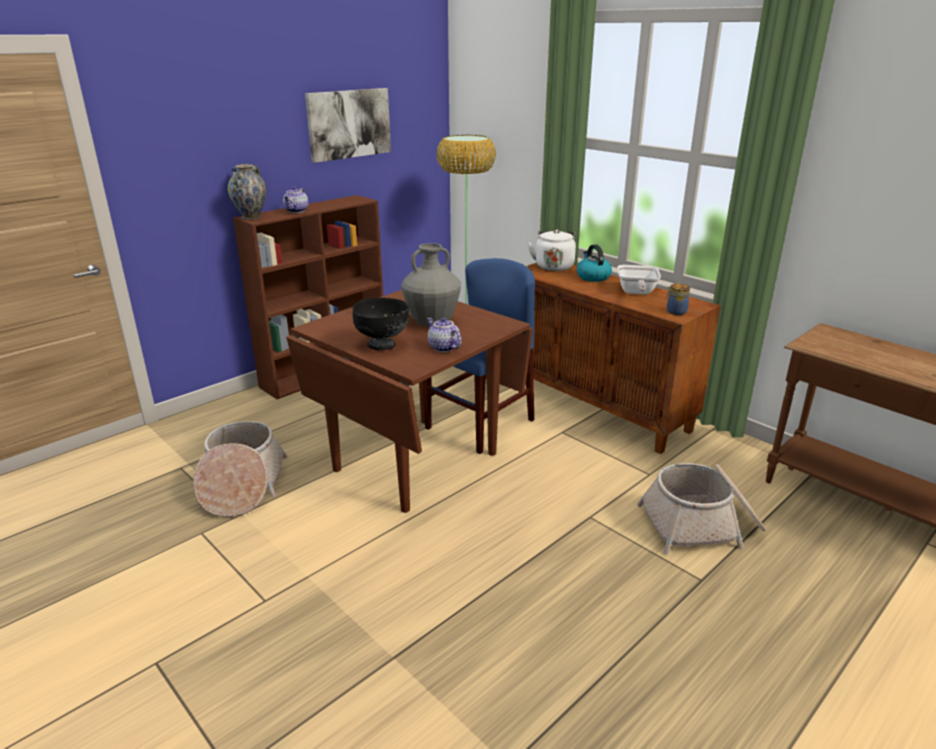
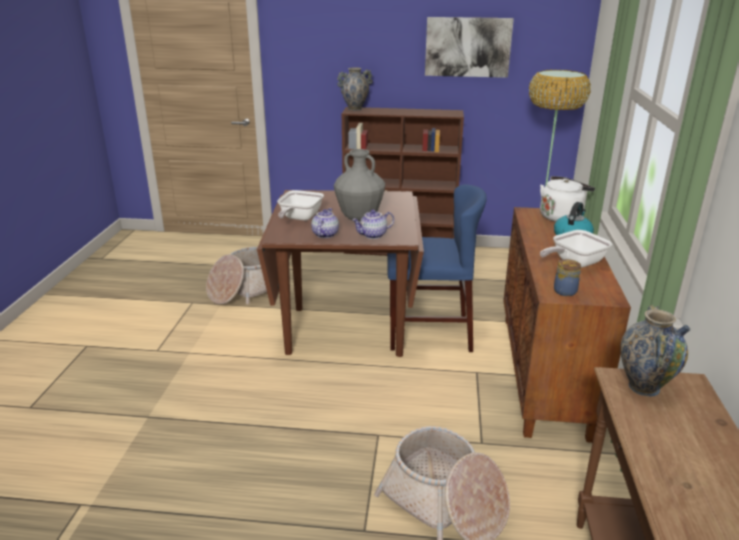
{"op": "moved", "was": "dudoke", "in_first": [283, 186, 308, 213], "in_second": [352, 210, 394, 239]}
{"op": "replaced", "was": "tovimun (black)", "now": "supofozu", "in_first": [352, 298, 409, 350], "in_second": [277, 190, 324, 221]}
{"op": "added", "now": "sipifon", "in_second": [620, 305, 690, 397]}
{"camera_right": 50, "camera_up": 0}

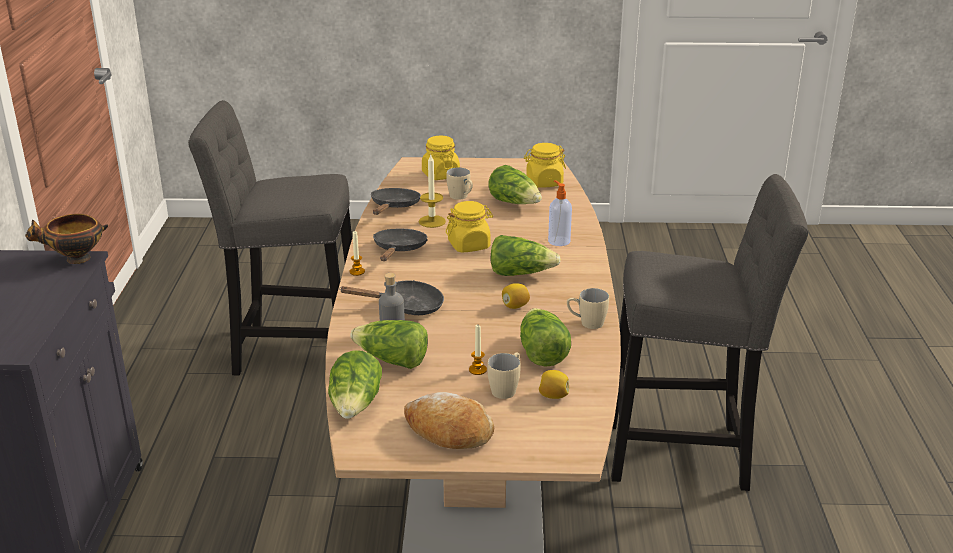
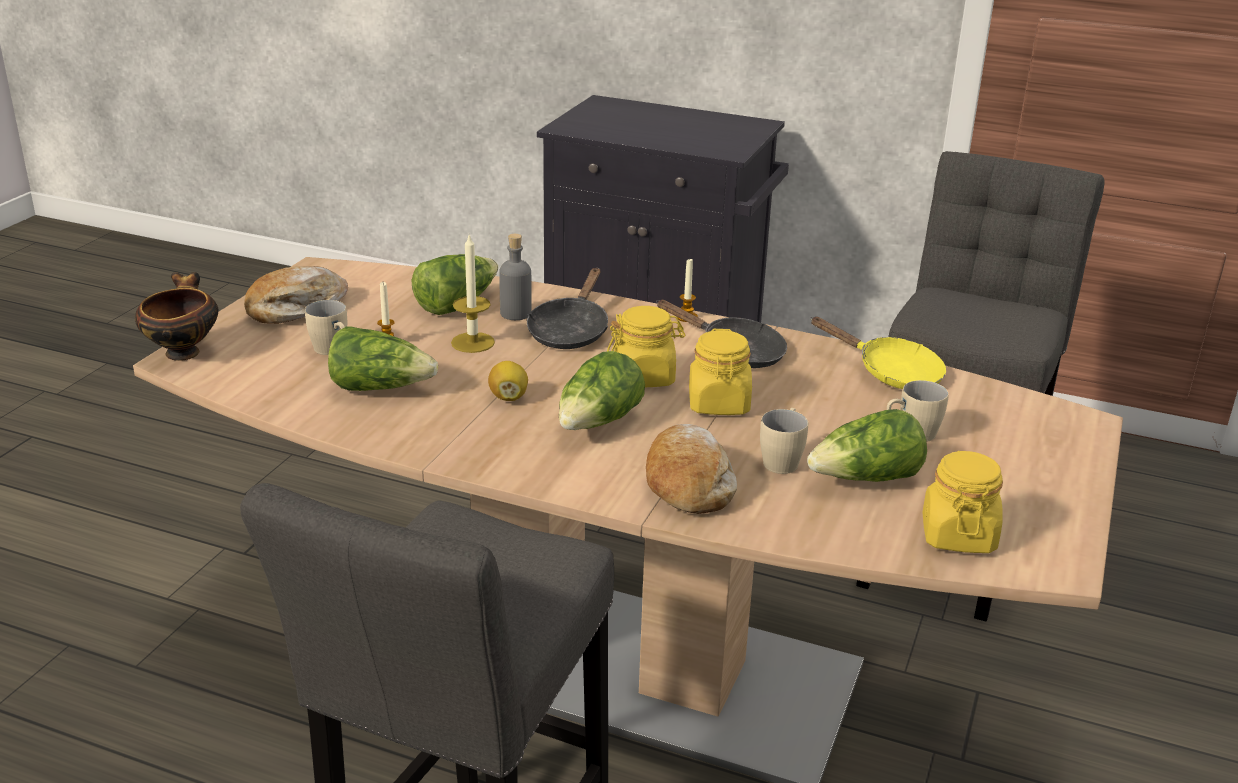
{"op": "moved", "was": "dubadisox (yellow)", "in_first": [422, 136, 460, 180], "in_second": [607, 306, 685, 387]}
{"op": "moved", "was": "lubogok", "in_first": [419, 155, 446, 228], "in_second": [451, 235, 495, 353]}
{"op": "replaced", "was": "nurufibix", "now": "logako", "in_first": [548, 180, 572, 246], "in_second": [646, 424, 737, 514]}
{"op": "recoloured", "was": "supofozu (black)", "now": "supofozu (yellow)", "in_first": [371, 188, 421, 215], "in_second": [810, 317, 946, 389]}
{"op": "moved", "was": "tovimun", "in_first": [25, 214, 108, 264], "in_second": [135, 272, 218, 361]}
{"op": "moved", "was": "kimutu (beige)", "in_first": [567, 288, 609, 329], "in_second": [760, 408, 808, 474]}
{"op": "removed", "was": "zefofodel", "in_first": [328, 350, 382, 419]}
{"op": "removed", "was": "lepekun", "in_first": [539, 370, 569, 399]}
{"camera_right": 110, "camera_up": 0}

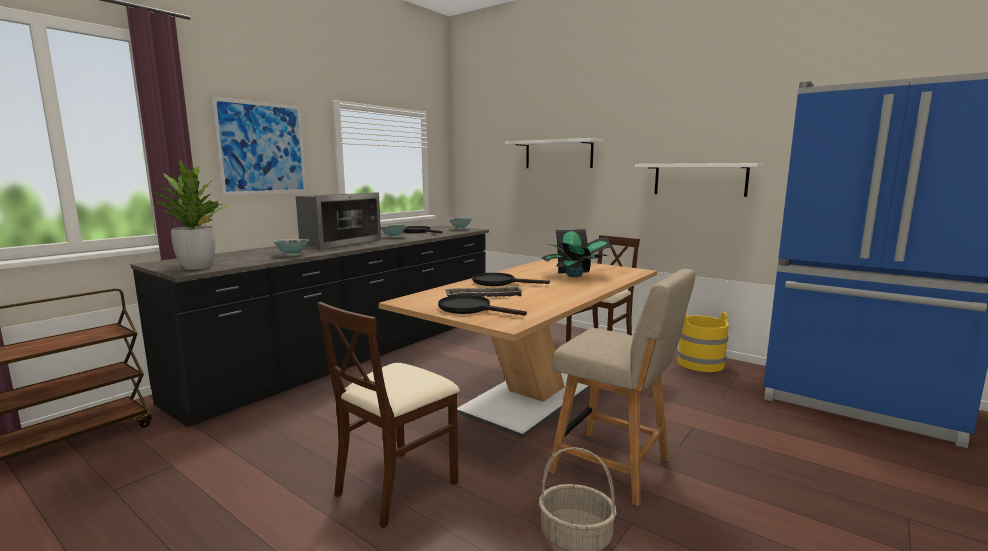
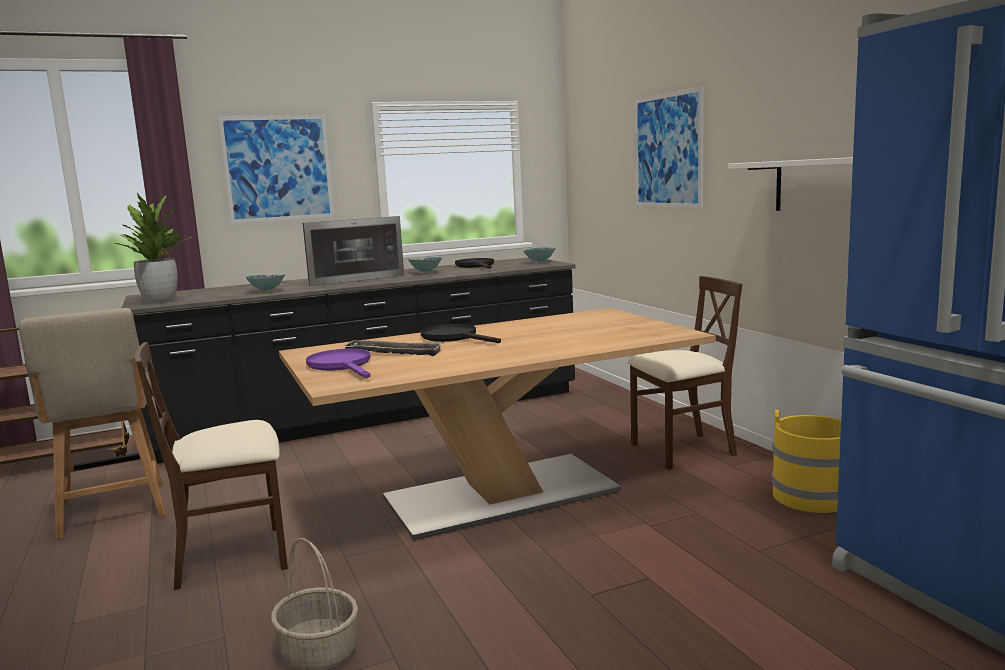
{"op": "replaced", "was": "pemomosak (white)", "now": "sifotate", "in_first": [505, 138, 603, 168], "in_second": [635, 86, 704, 208]}
{"op": "removed", "was": "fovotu", "in_first": [541, 229, 612, 277]}
{"op": "moved", "was": "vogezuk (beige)", "in_first": [549, 269, 696, 506], "in_second": [19, 308, 166, 539]}
{"op": "recoloured", "was": "supofozu (black)", "now": "supofozu (purple)", "in_first": [438, 295, 527, 316], "in_second": [306, 349, 371, 378]}
{"camera_right": 30, "camera_up": 0}

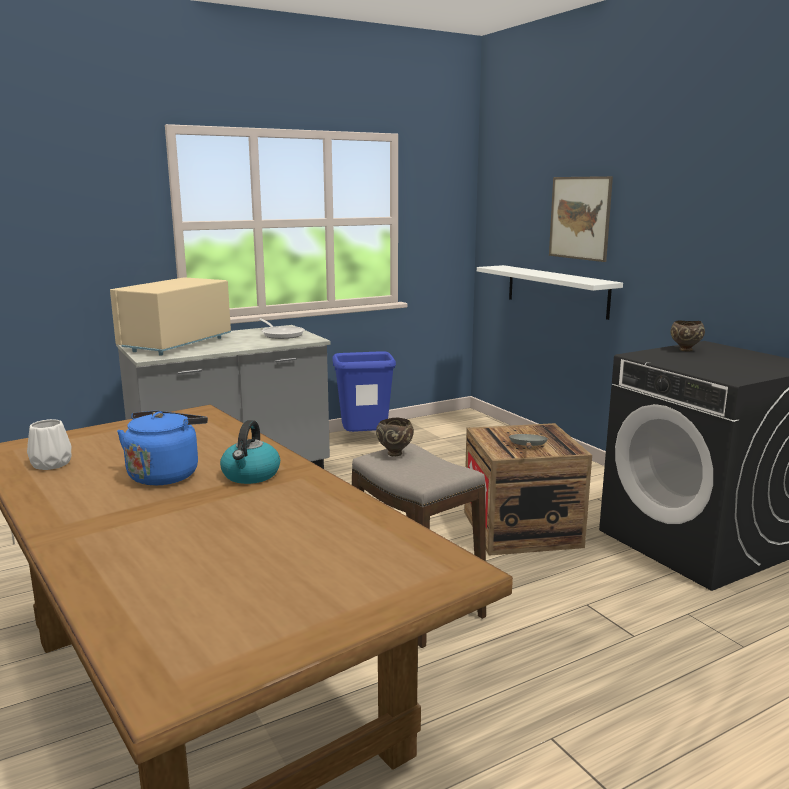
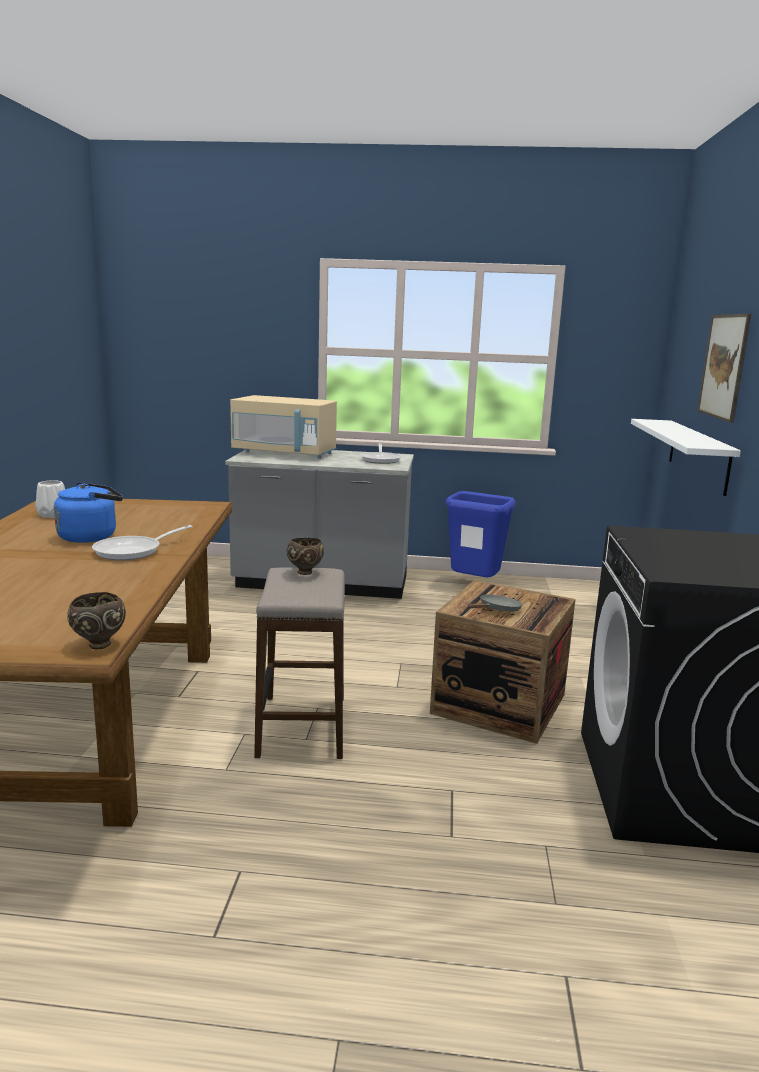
{"op": "turned", "was": "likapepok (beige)", "in_first": [110, 277, 231, 356], "in_second": [230, 395, 337, 459], "clockwise": -135}
{"op": "moved", "was": "tovimun (brown)", "in_first": [670, 320, 705, 352], "in_second": [67, 592, 126, 649]}
{"op": "replaced", "was": "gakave", "now": "supofozu", "in_first": [220, 420, 280, 484], "in_second": [92, 525, 193, 561]}
{"camera_right": 35, "camera_up": 0}

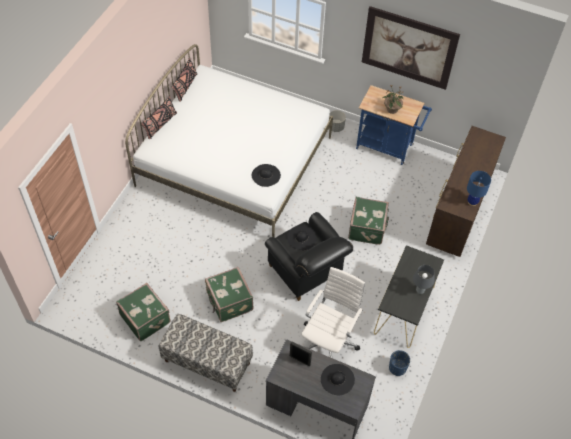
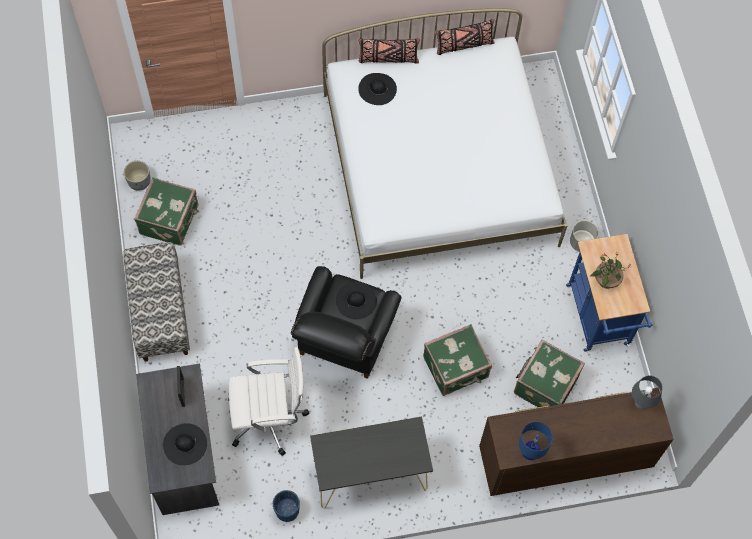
{"op": "removed", "was": "sifotate", "in_first": [362, 6, 460, 90]}
{"op": "moved", "was": "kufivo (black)", "in_first": [252, 164, 281, 187], "in_second": [358, 73, 397, 105]}
{"op": "moved", "was": "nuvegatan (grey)", "in_first": [413, 265, 435, 294], "in_second": [632, 376, 663, 409]}
{"op": "moved", "was": "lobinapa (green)", "in_first": [205, 267, 254, 322], "in_second": [514, 340, 585, 407]}
{"op": "added", "now": "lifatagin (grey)", "in_second": [124, 161, 150, 191]}
{"camera_right": 55, "camera_up": 10}

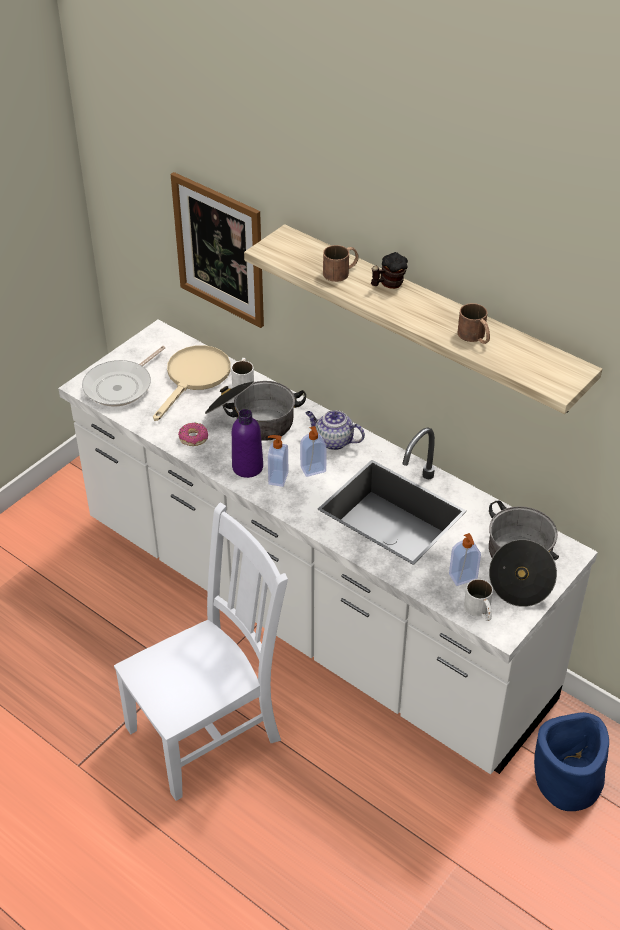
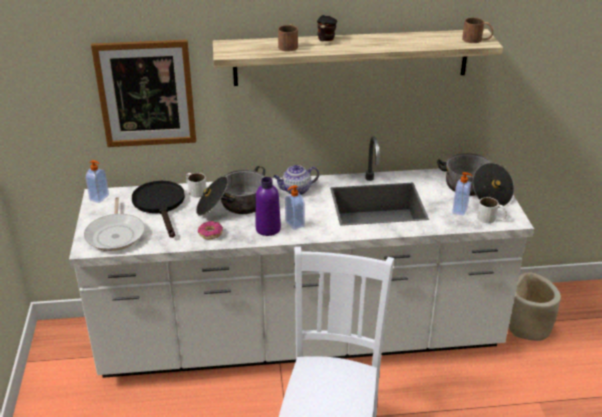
{"op": "moved", "was": "kimutu (brown)", "in_first": [458, 303, 490, 344], "in_second": [462, 18, 493, 43]}
{"op": "recoloured", "was": "supofozu (beige)", "now": "supofozu (black)", "in_first": [153, 345, 231, 421], "in_second": [132, 181, 185, 238]}
{"op": "moved", "was": "nurufibix", "in_first": [300, 426, 327, 477], "in_second": [86, 160, 109, 203]}
{"op": "recoloured", "was": "lifatagin (blue)", "now": "lifatagin (beige)", "in_first": [534, 712, 609, 811], "in_second": [509, 272, 561, 341]}
{"camera_right": -45, "camera_up": -10}

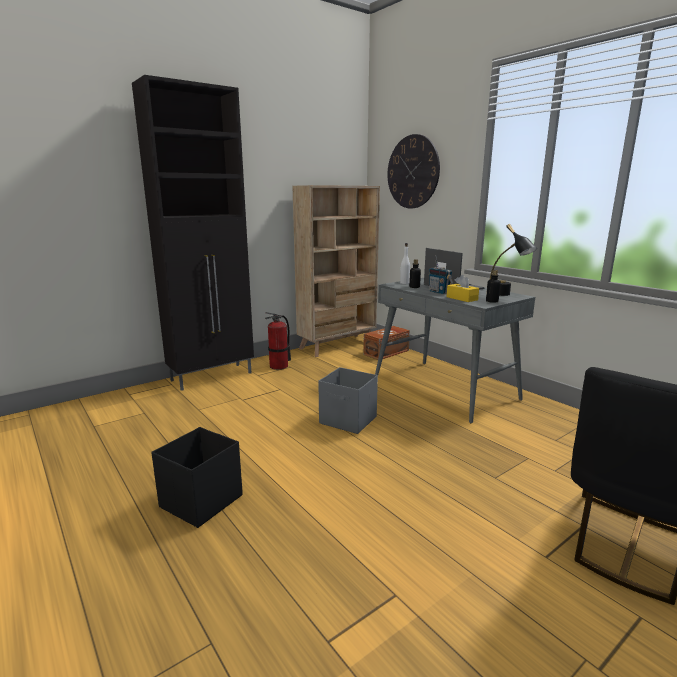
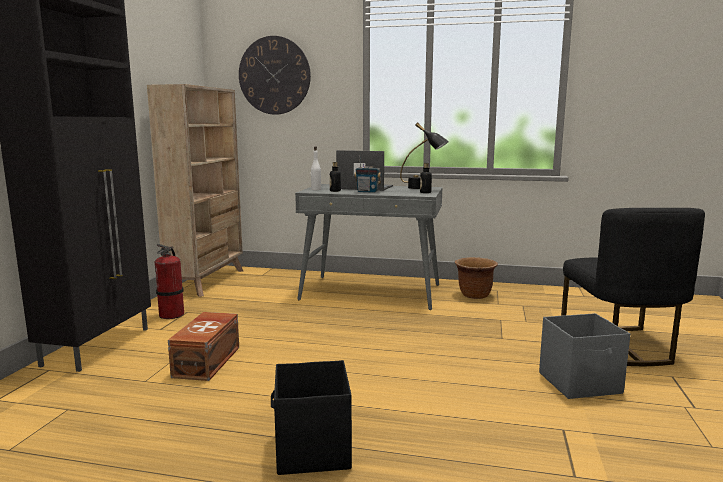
{"op": "removed", "was": "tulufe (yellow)", "in_first": [447, 275, 479, 302]}
{"op": "moved", "was": "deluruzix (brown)", "in_first": [363, 326, 410, 360], "in_second": [168, 312, 239, 381]}
{"op": "moved", "was": "deluruzix (grey)", "in_first": [318, 367, 378, 434], "in_second": [539, 313, 630, 399]}
{"op": "added", "now": "lifatagin (brown)", "in_second": [455, 257, 498, 299]}
{"camera_right": -40, "camera_up": -5}

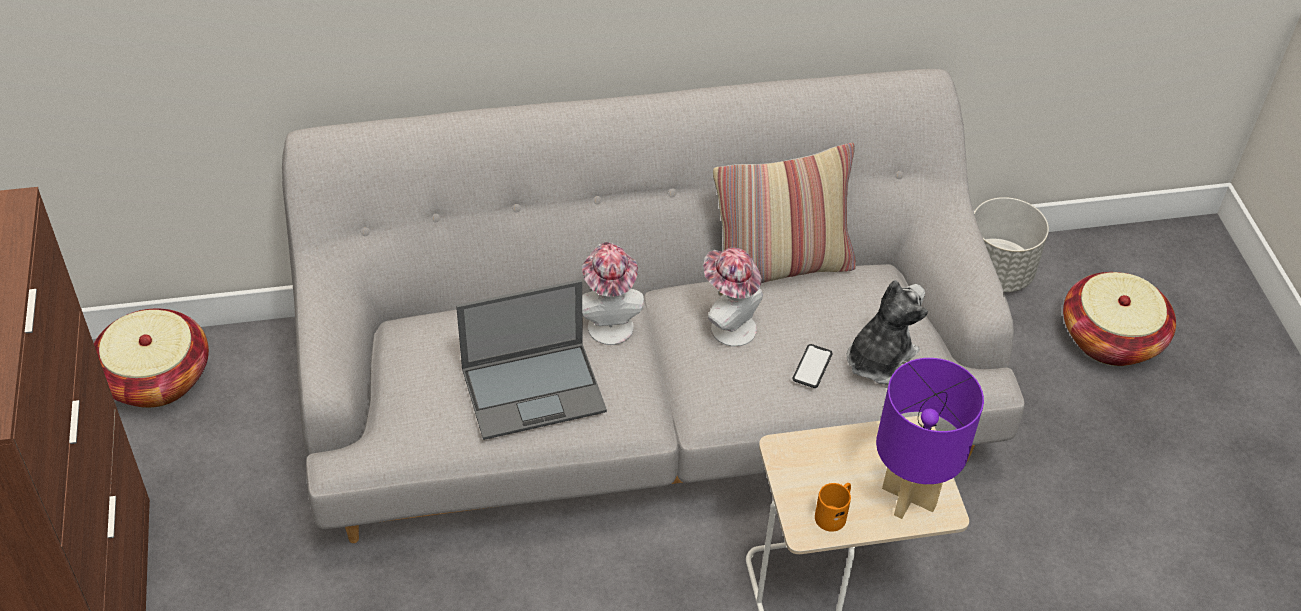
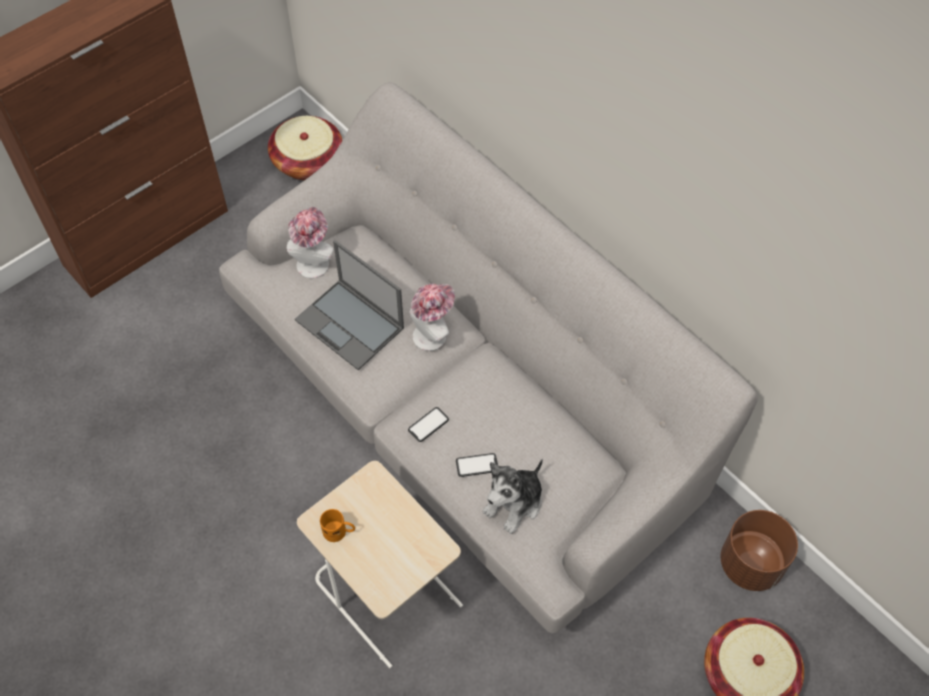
{"op": "removed", "was": "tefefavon", "in_first": [713, 143, 856, 296]}
{"op": "recoloured", "was": "lifatagin (grey)", "now": "lifatagin (brown)", "in_first": [974, 197, 1049, 292], "in_second": [721, 510, 798, 591]}
{"op": "moved", "was": "kufivo", "in_first": [704, 248, 763, 347], "in_second": [287, 207, 334, 279]}
{"op": "turned", "was": "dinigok", "in_first": [847, 280, 928, 384], "in_second": [483, 459, 543, 534], "clockwise": 120}
{"op": "removed", "was": "nuvegatan (purple)", "in_first": [876, 358, 984, 519]}
{"op": "added", "now": "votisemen", "in_second": [408, 407, 449, 442]}
{"camera_right": 60, "camera_up": 10}

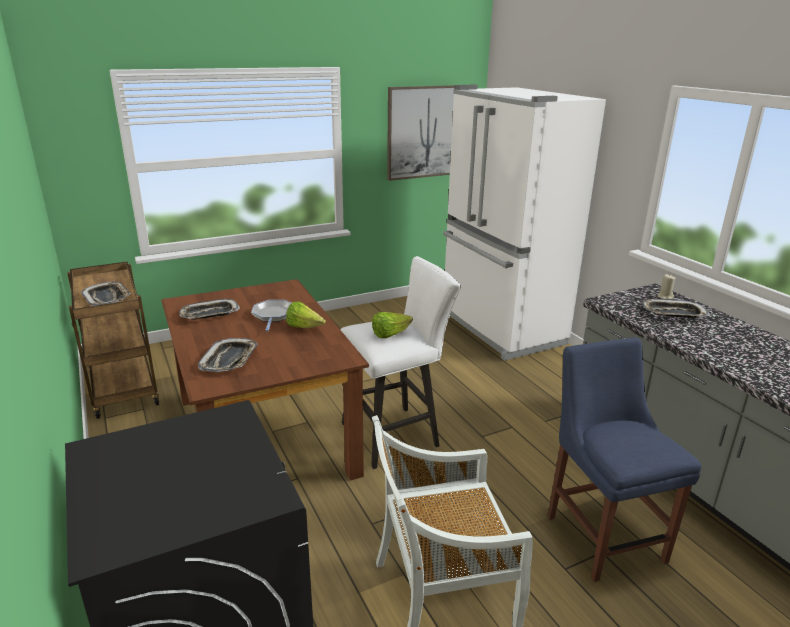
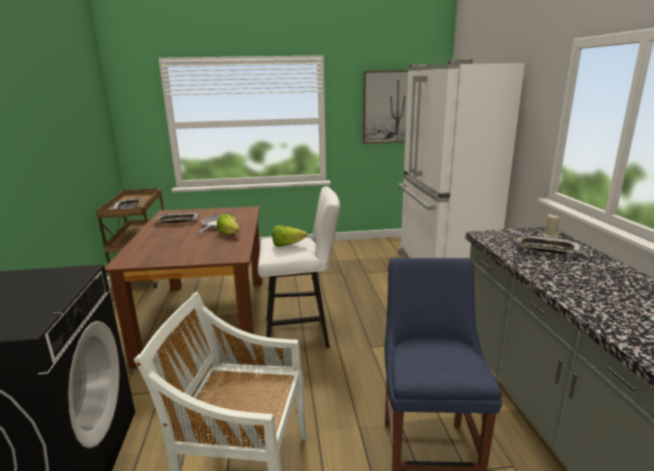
{"op": "removed", "was": "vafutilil", "in_first": [198, 338, 258, 372]}
{"camera_right": 20, "camera_up": -5}

